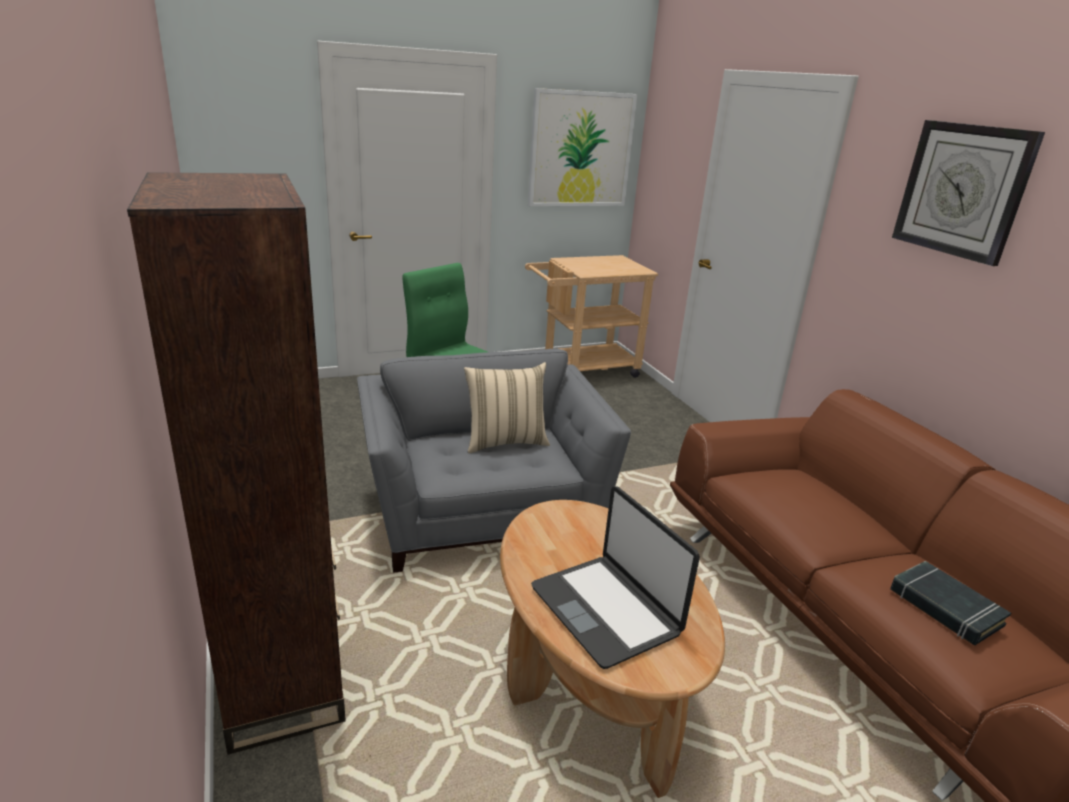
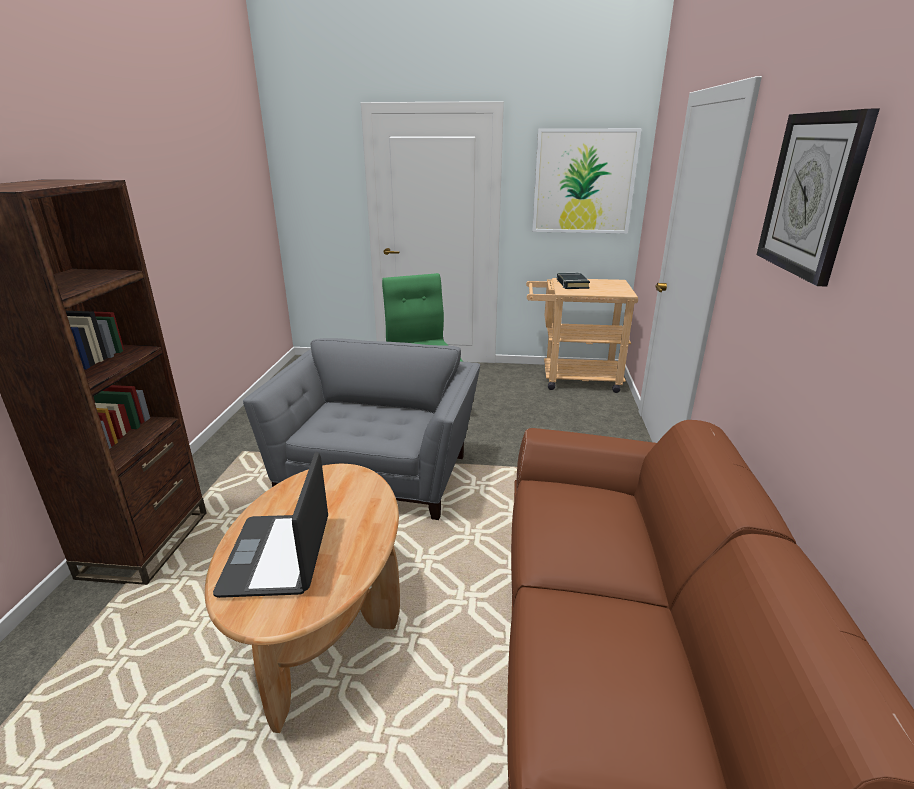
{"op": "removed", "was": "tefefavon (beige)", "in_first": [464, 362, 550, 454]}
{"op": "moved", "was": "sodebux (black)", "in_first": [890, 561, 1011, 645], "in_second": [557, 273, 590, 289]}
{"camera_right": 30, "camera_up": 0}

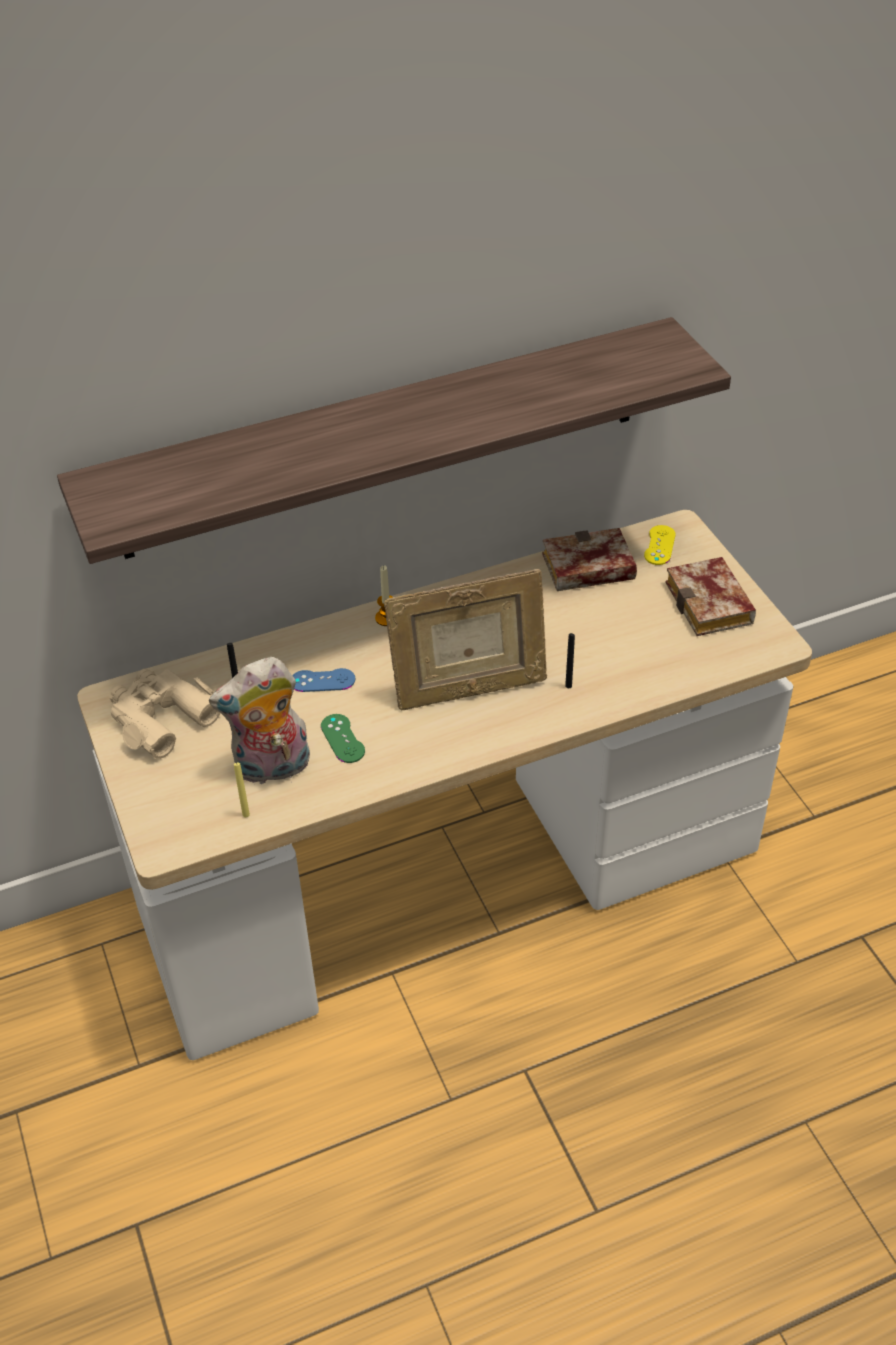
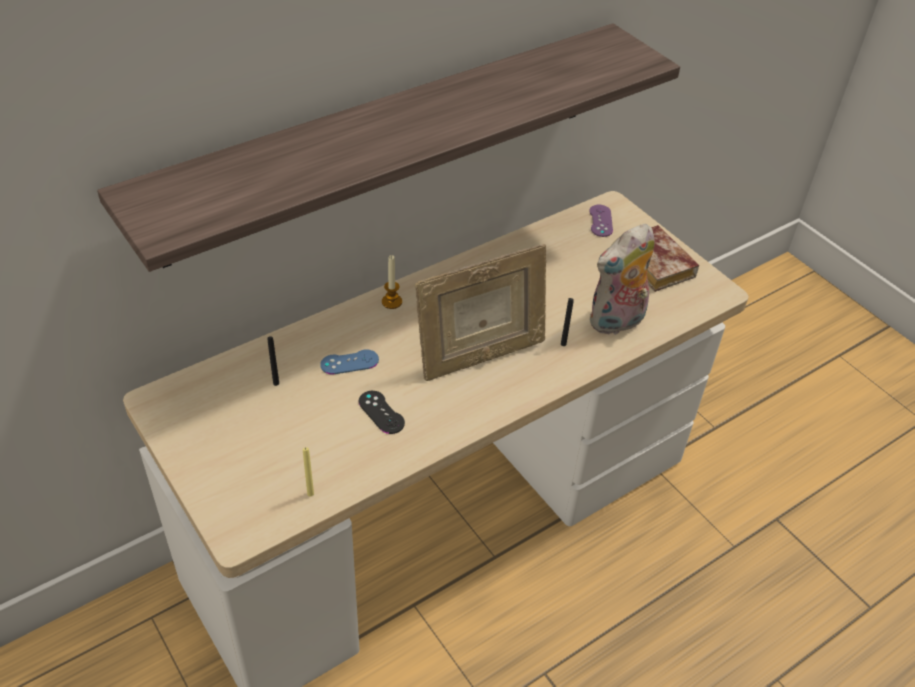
{"op": "recoloured", "was": "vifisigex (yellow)", "now": "vifisigex (purple)", "in_first": [644, 525, 676, 565], "in_second": [589, 205, 613, 237]}
{"op": "removed", "was": "sodebux", "in_first": [542, 528, 637, 591]}
{"op": "moved", "was": "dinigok", "in_first": [209, 657, 310, 785], "in_second": [590, 224, 655, 335]}
{"op": "removed", "was": "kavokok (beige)", "in_first": [109, 668, 220, 759]}
{"op": "recoloured", "was": "vifisigex (green)", "now": "vifisigex (black)", "in_first": [321, 714, 365, 763], "in_second": [359, 391, 405, 434]}
{"camera_right": -15, "camera_up": 0}

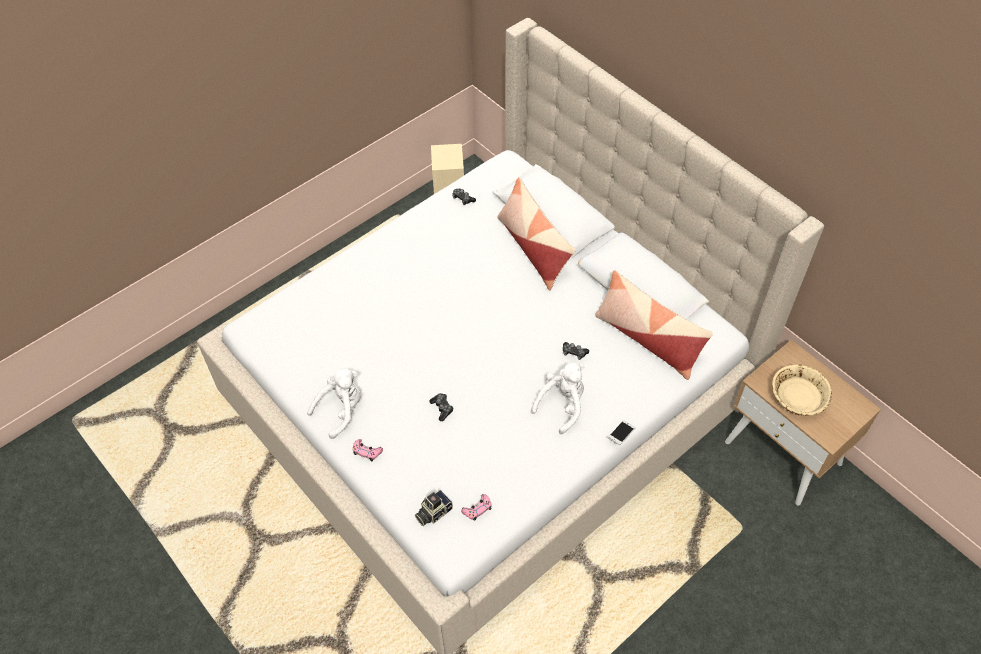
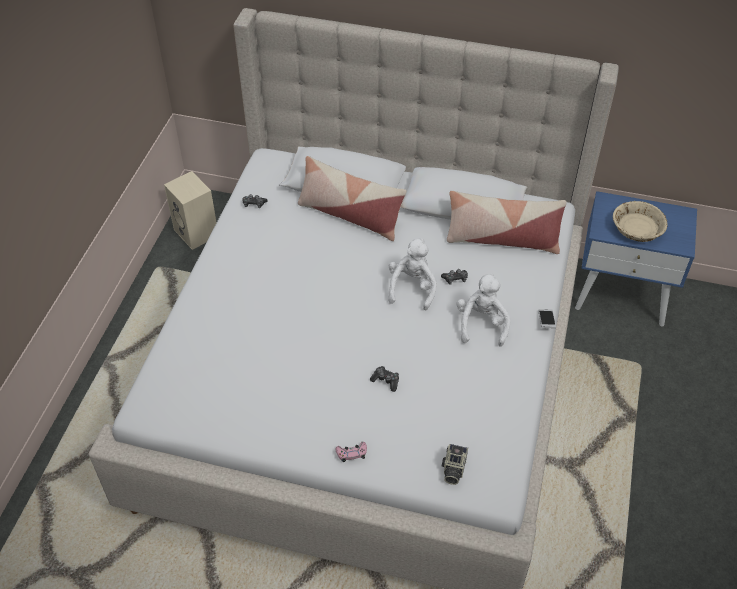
{"op": "recoloured", "was": "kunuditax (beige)", "now": "kunuditax (blue)", "in_first": [725, 340, 881, 506], "in_second": [575, 191, 697, 326]}
{"op": "moved", "was": "dinigok (white)", "in_first": [307, 368, 362, 439], "in_second": [388, 238, 437, 311]}
{"op": "removed", "was": "vifisigex (pink)", "in_first": [461, 494, 492, 521]}
{"camera_right": -35, "camera_up": -5}

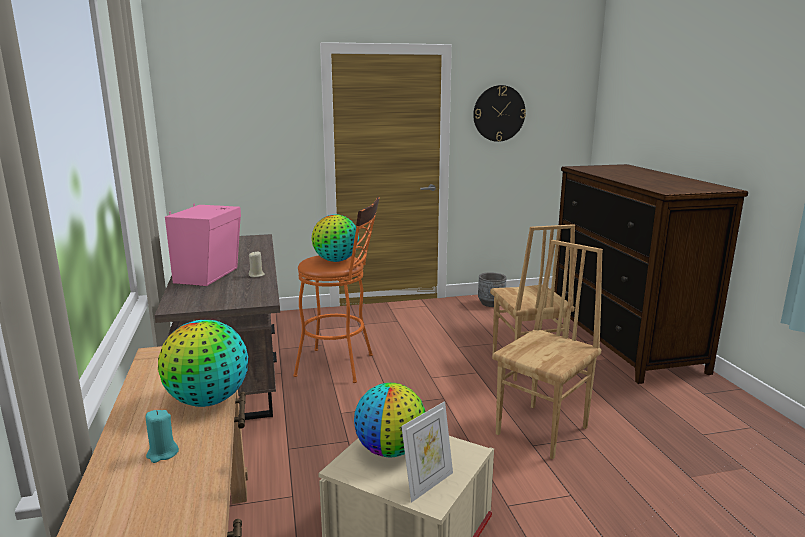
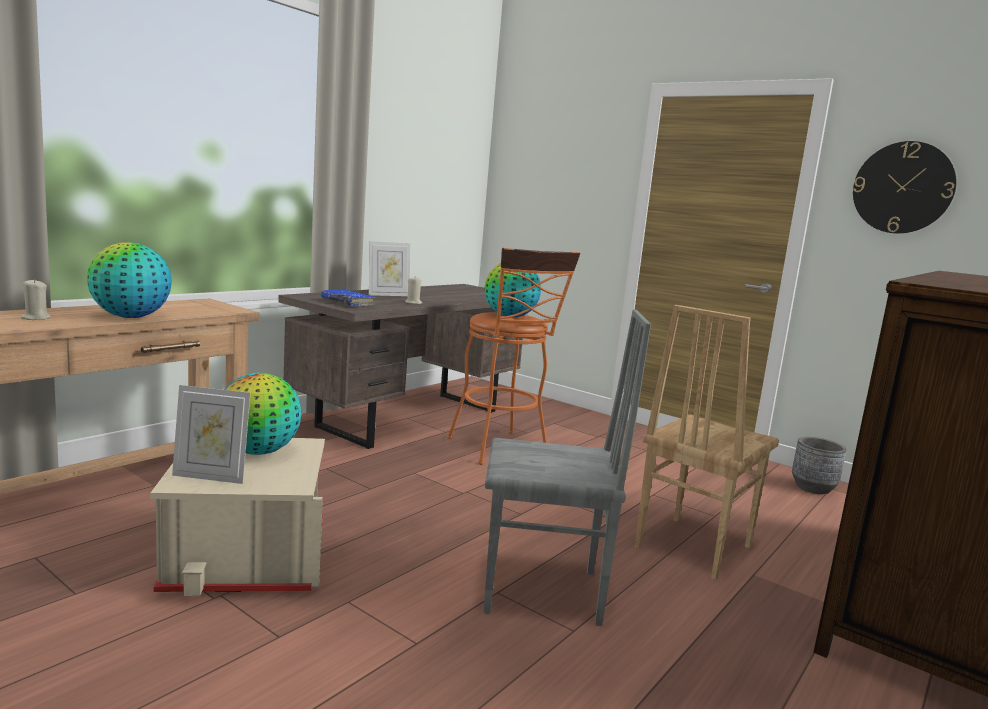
{"op": "replaced", "was": "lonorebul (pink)", "now": "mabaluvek", "in_first": [165, 203, 241, 286], "in_second": [369, 241, 410, 296]}
{"op": "recoloured", "was": "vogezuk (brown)", "now": "vogezuk (grey)", "in_first": [492, 240, 603, 459], "in_second": [483, 309, 651, 626]}
{"op": "recoloured", "was": "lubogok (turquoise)", "now": "lubogok (beige)", "in_first": [146, 410, 179, 463], "in_second": [20, 279, 51, 320]}
{"op": "added", "now": "sodebux (blue)", "in_second": [321, 289, 375, 307]}
{"camera_right": 50, "camera_up": -5}

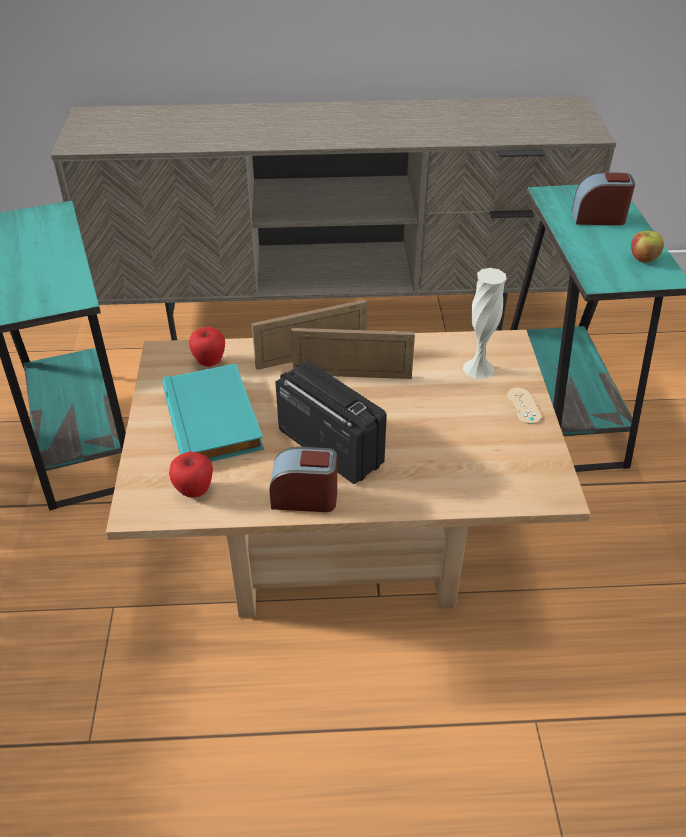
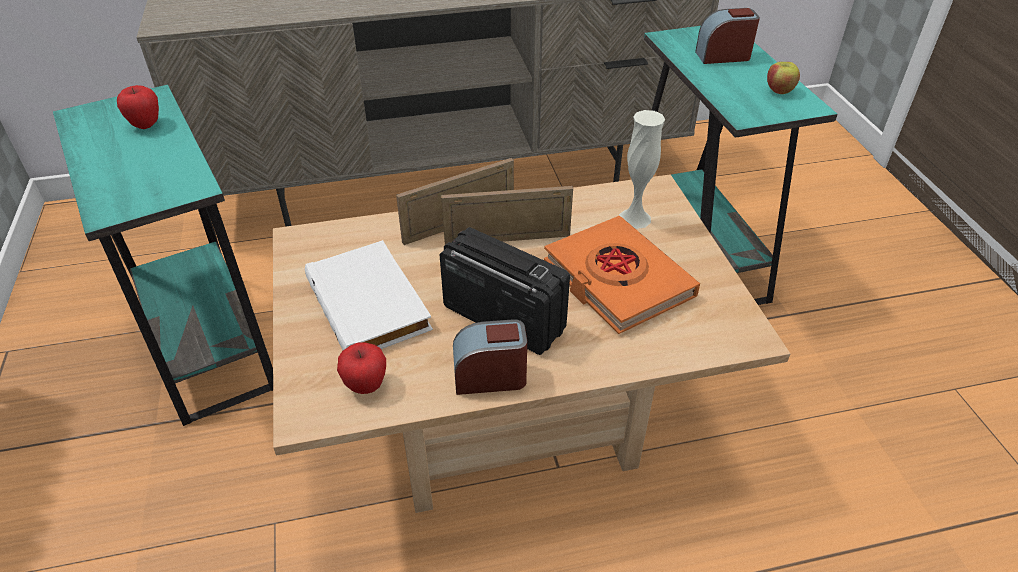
{"op": "moved", "was": "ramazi", "in_first": [189, 327, 225, 367], "in_second": [117, 85, 159, 129]}
{"op": "recoloured", "was": "sodebux (turquoise)", "now": "sodebux (white)", "in_first": [162, 363, 264, 462], "in_second": [305, 240, 433, 350]}
{"op": "removed", "was": "vifisigex (beige)", "in_first": [507, 387, 542, 424]}
{"op": "added", "now": "sodebux (orange)", "in_second": [544, 216, 700, 334]}
{"camera_right": -10, "camera_up": 0}

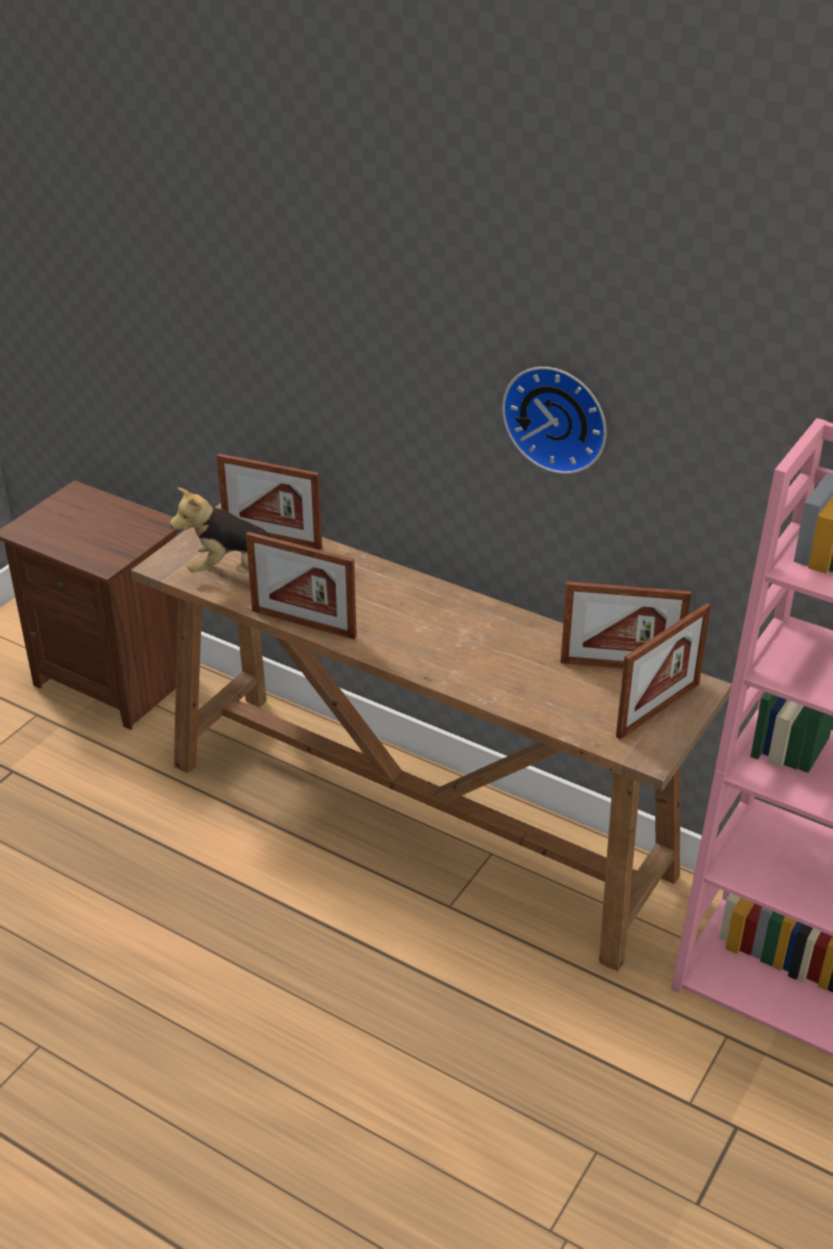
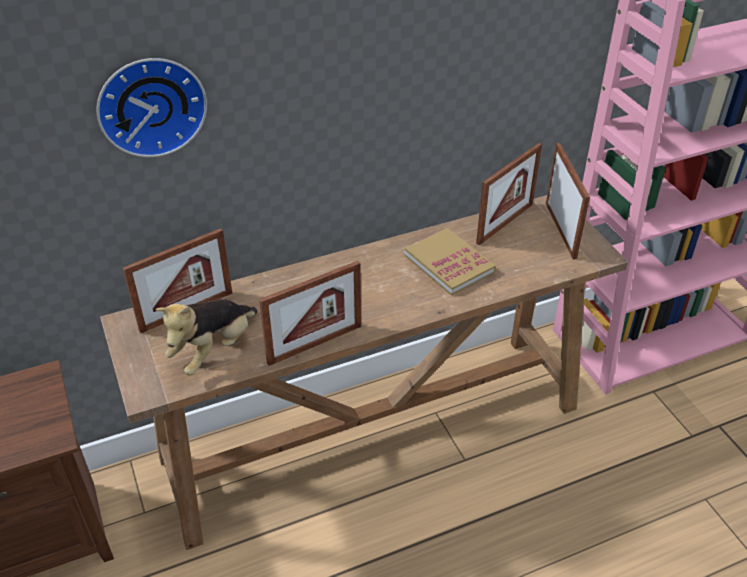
{"op": "moved", "was": "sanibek", "in_first": [502, 367, 607, 474], "in_second": [96, 58, 207, 157]}
{"op": "added", "now": "sodebux", "in_second": [404, 228, 496, 296]}
{"camera_right": -55, "camera_up": 5}

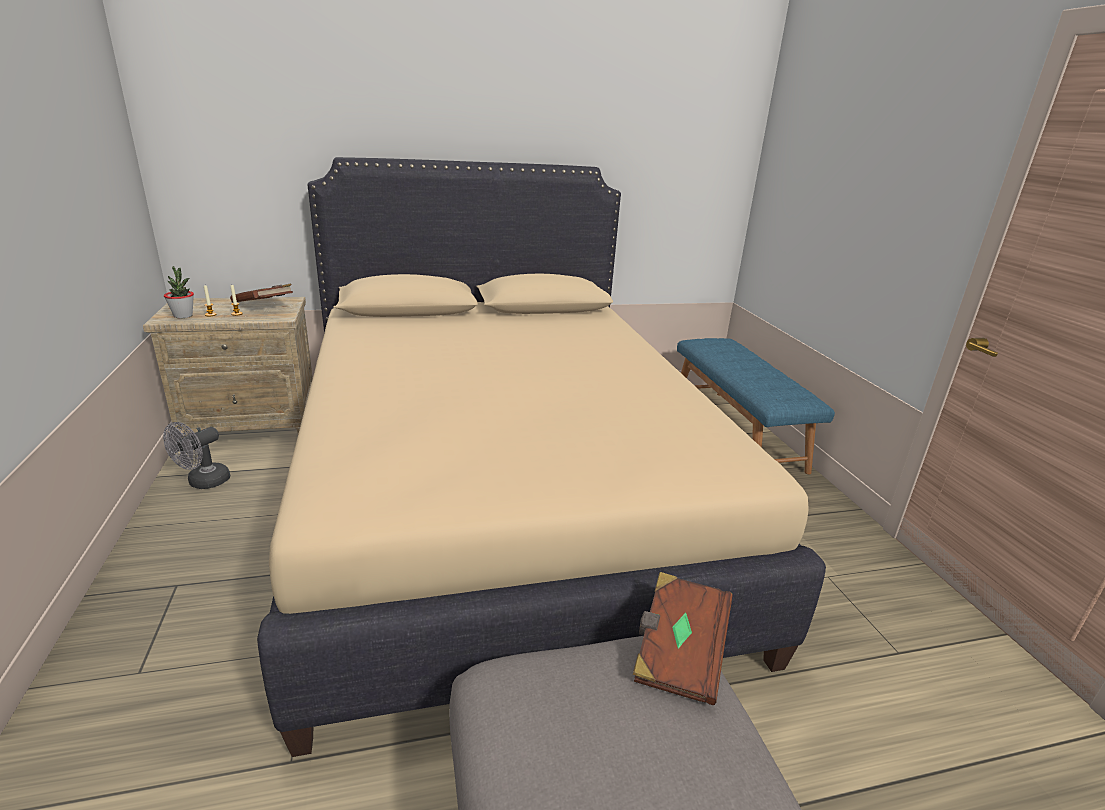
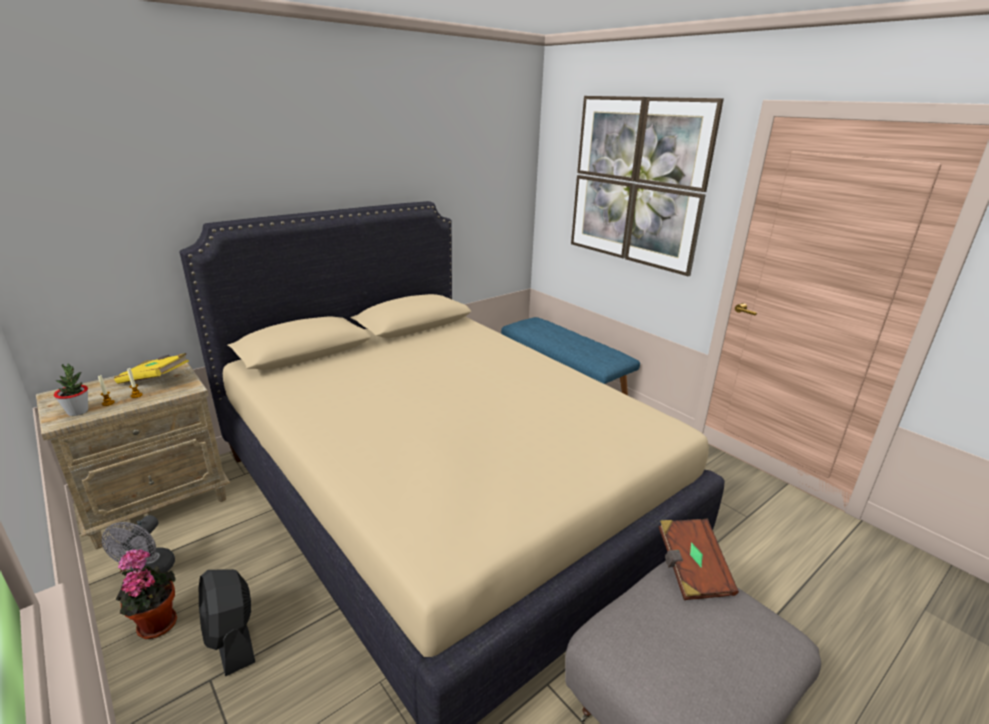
{"op": "recoloured", "was": "sodebux (brown)", "now": "sodebux (yellow)", "in_first": [230, 283, 293, 302], "in_second": [114, 353, 189, 384]}
{"op": "added", "now": "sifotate", "in_second": [571, 96, 724, 276]}
{"op": "added", "now": "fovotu", "in_second": [116, 549, 177, 639]}
{"op": "added", "now": "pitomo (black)", "in_second": [199, 569, 255, 676]}
{"camera_right": -25, "camera_up": 0}

